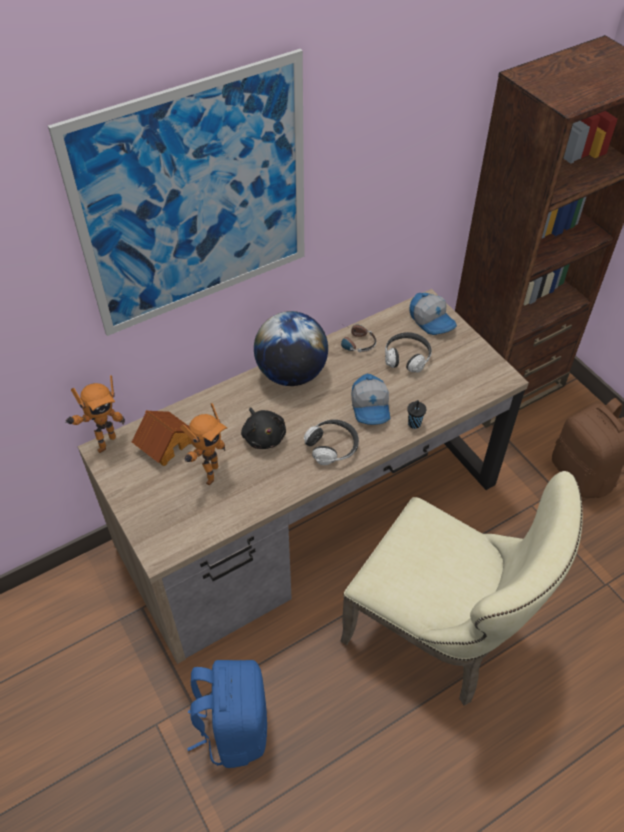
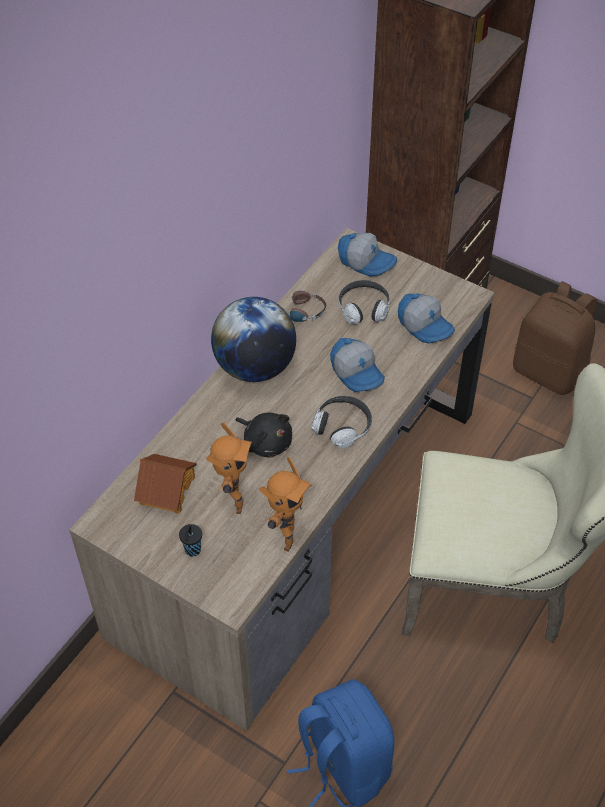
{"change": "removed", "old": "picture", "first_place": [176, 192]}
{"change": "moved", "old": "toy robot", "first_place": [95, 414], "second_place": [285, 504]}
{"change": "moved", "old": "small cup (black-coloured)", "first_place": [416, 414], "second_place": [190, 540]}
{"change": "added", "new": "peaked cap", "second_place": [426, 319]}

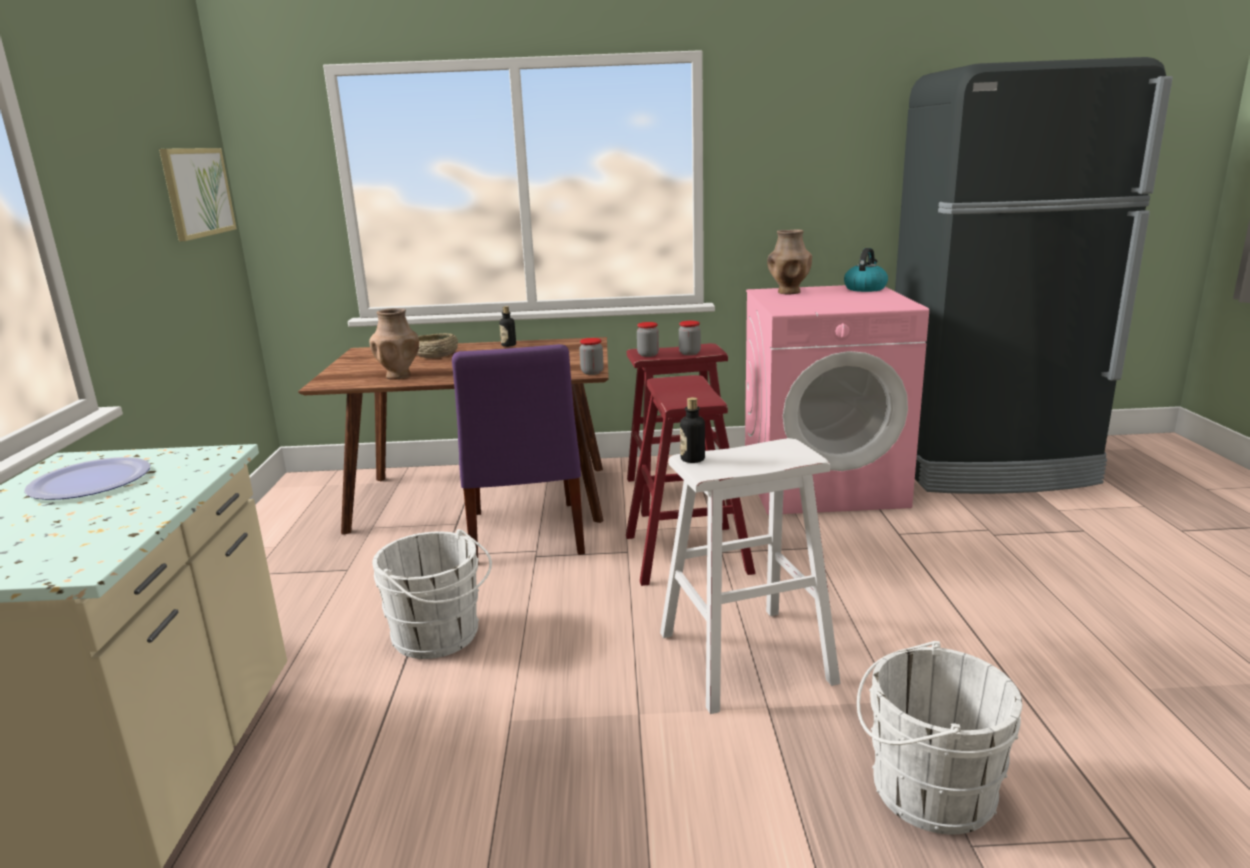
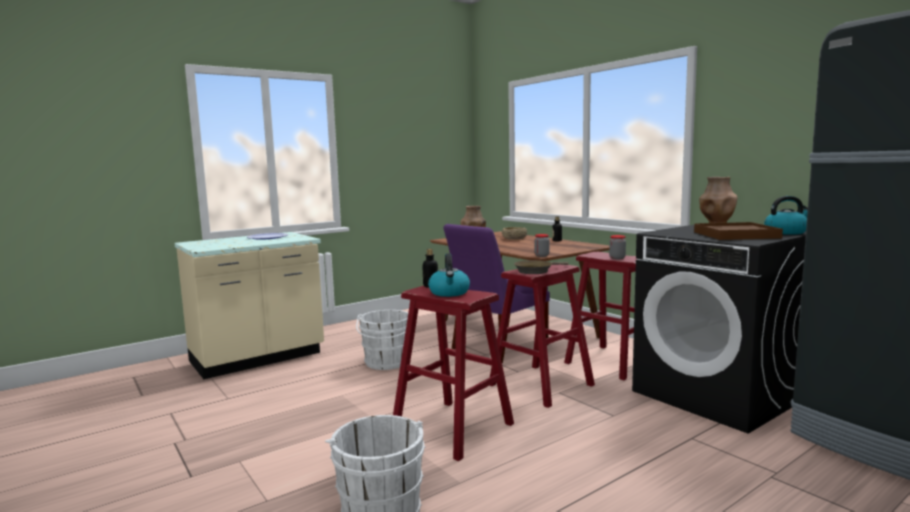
{"change": "removed", "old": "picture", "first_place": [198, 194]}
{"change": "recoloured", "old": "laundry machine (pink)", "new": "laundry machine (black-coloured)", "first_place": [837, 400], "second_place": [719, 329]}
{"change": "removed", "old": "jar", "first_place": [648, 339]}
{"change": "recoloured", "old": "stool (white-coloured)", "new": "stool (reddish)", "first_place": [750, 576], "second_place": [453, 373]}
{"change": "added", "new": "serving tray (brownish)", "second_place": [738, 231]}
{"change": "added", "new": "water kettle", "second_place": [449, 275]}
{"change": "added", "new": "frying pan (brownish)", "second_place": [541, 267]}

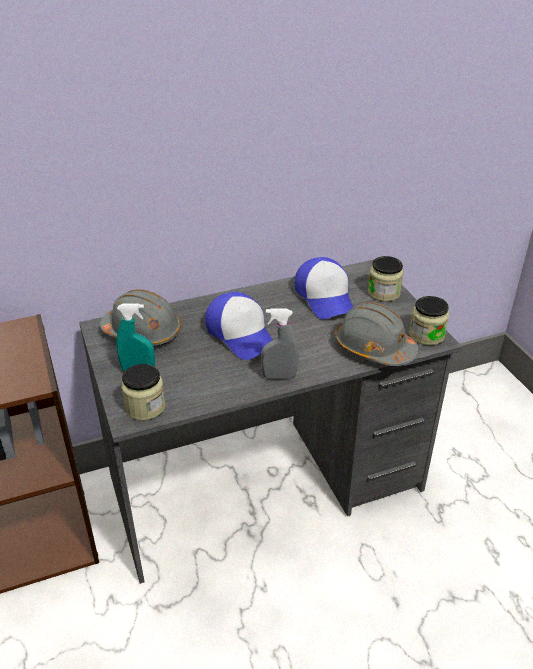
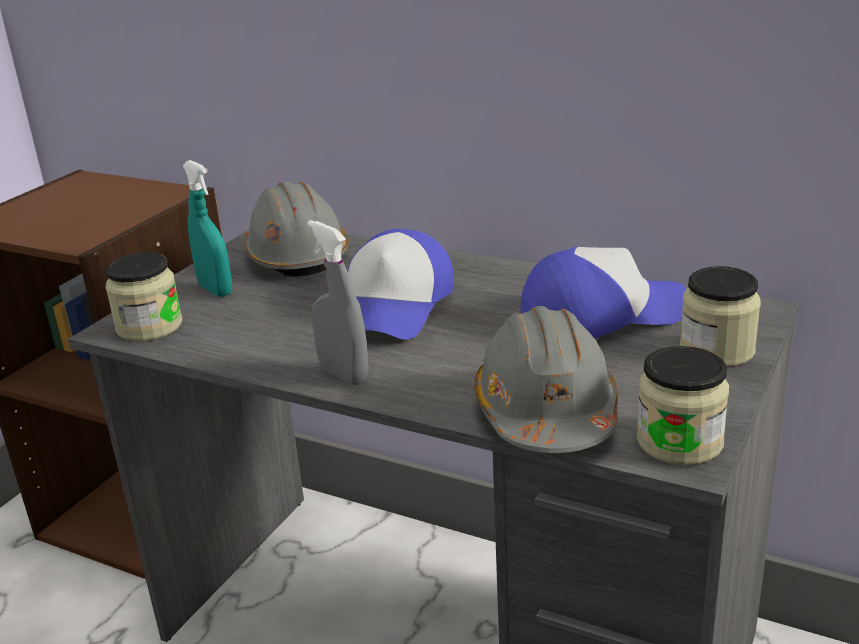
{"change": "turned", "old": "peaked cap", "first_place": [324, 288], "second_place": [603, 293], "degrees": -135}

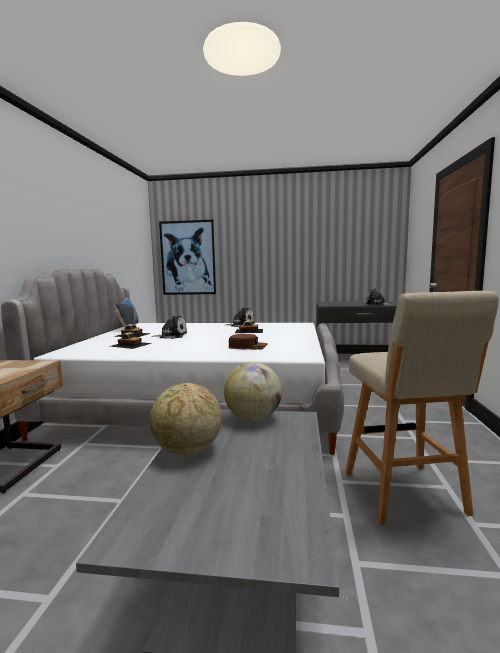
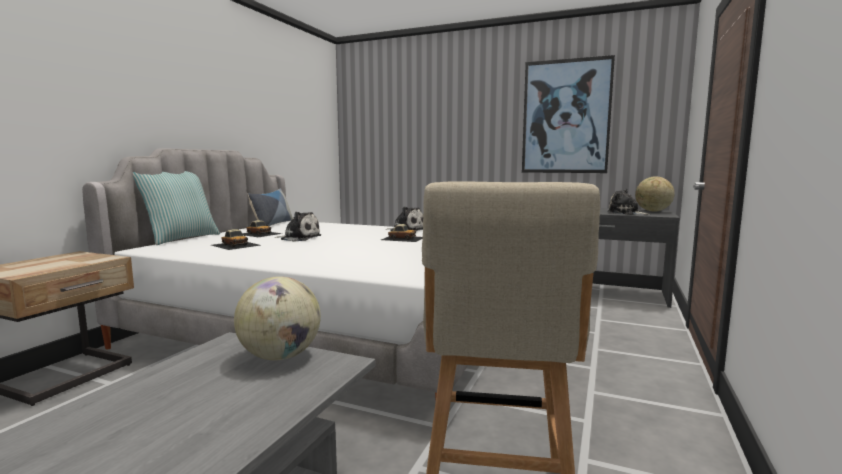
{"change": "moved", "old": "picture", "first_place": [187, 257], "second_place": [568, 114]}
{"change": "removed", "old": "peaked cap (brownish)", "first_place": [248, 342]}
{"change": "moved", "old": "globe", "first_place": [186, 419], "second_place": [655, 194]}
{"change": "added", "new": "throw pillow", "second_place": [176, 208]}

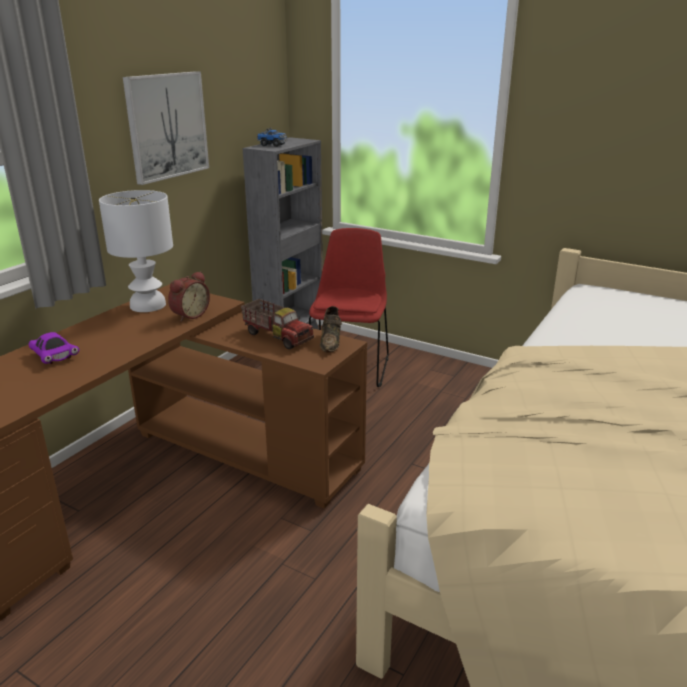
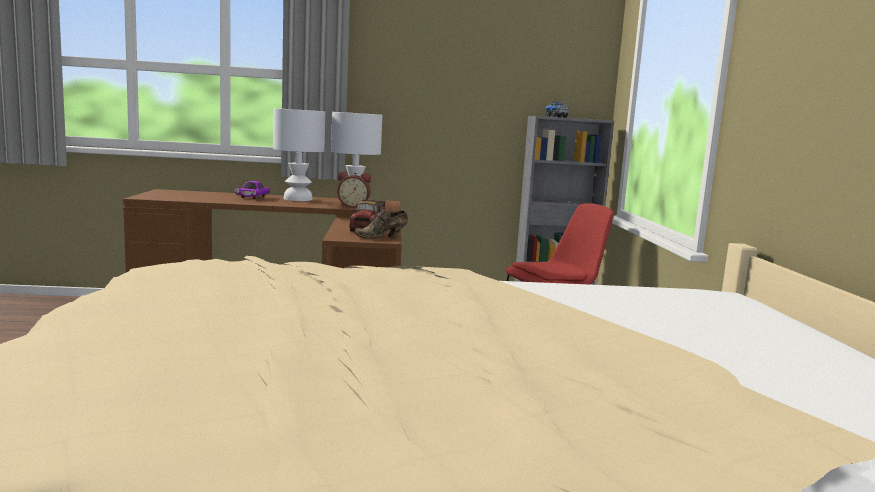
{"change": "removed", "old": "picture", "first_place": [166, 128]}
{"change": "added", "new": "table lamp (white-coloured)", "second_place": [299, 154]}

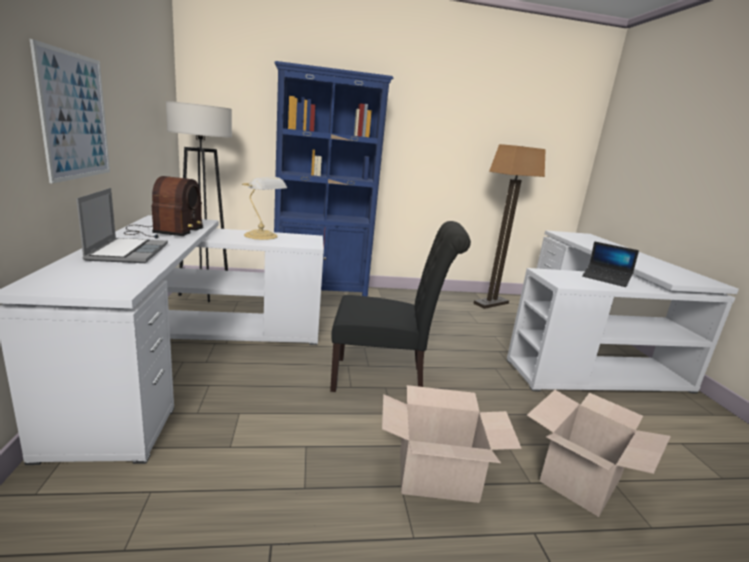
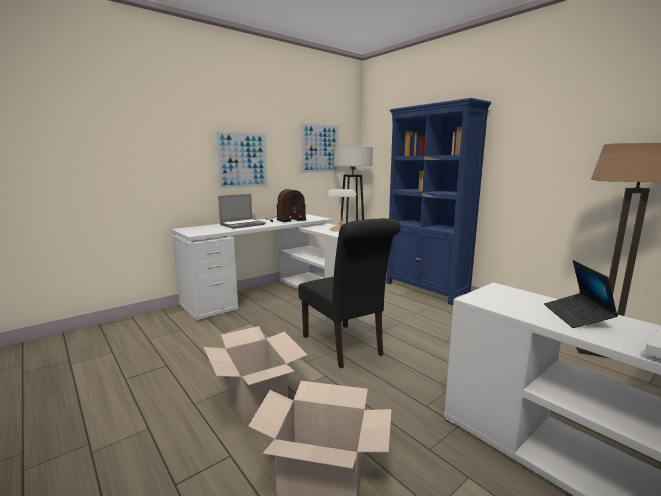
{"change": "added", "new": "picture", "second_place": [319, 148]}

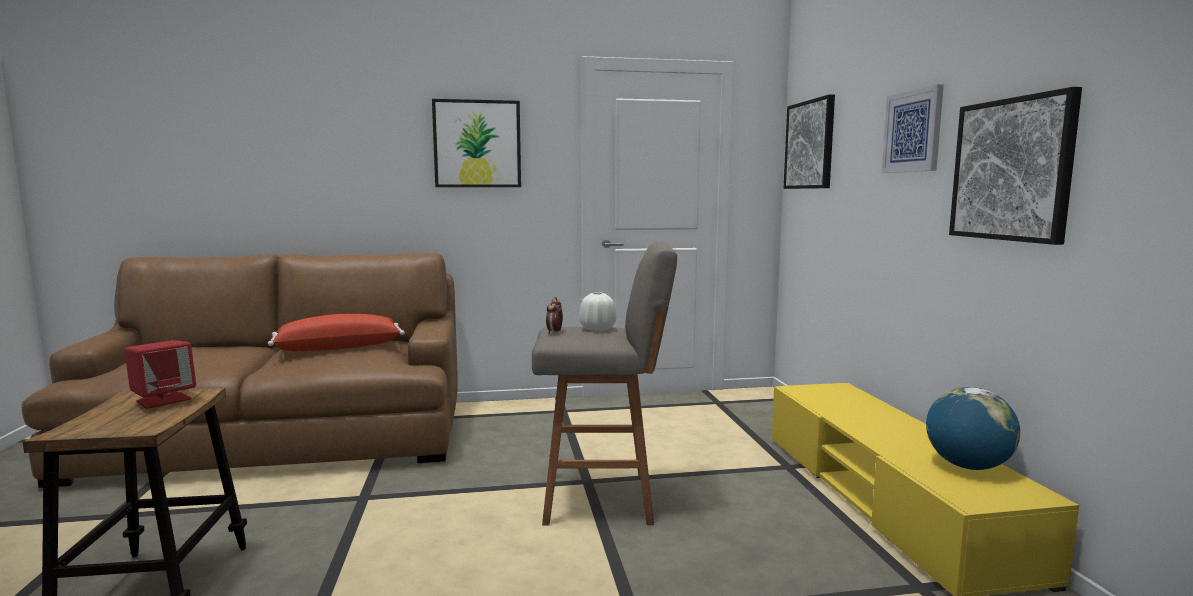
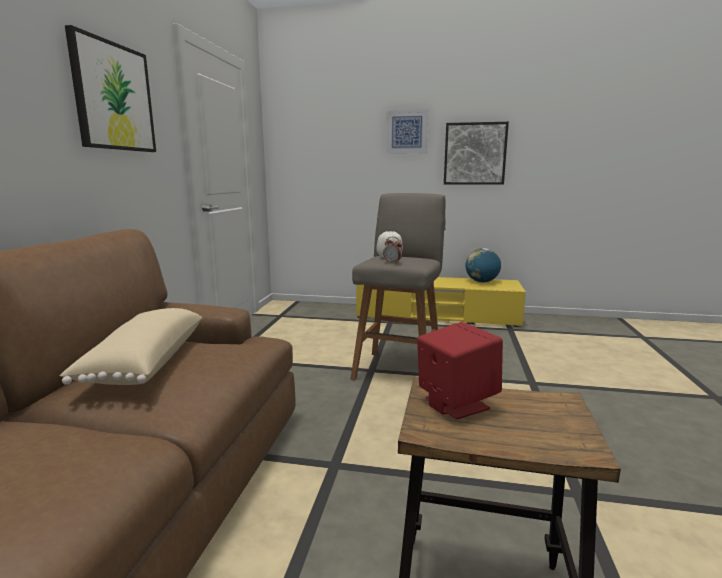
{"change": "removed", "old": "picture", "first_place": [809, 141]}
{"change": "recoloured", "old": "throw pillow (reddish)", "new": "throw pillow (beige-coloured)", "first_place": [336, 332], "second_place": [130, 346]}

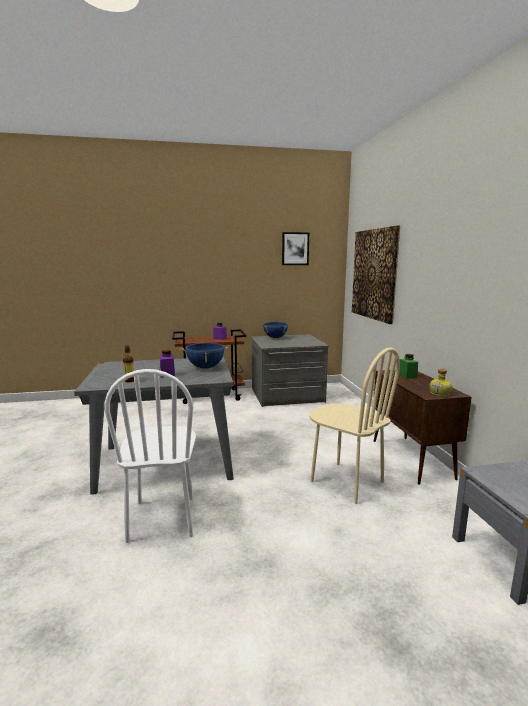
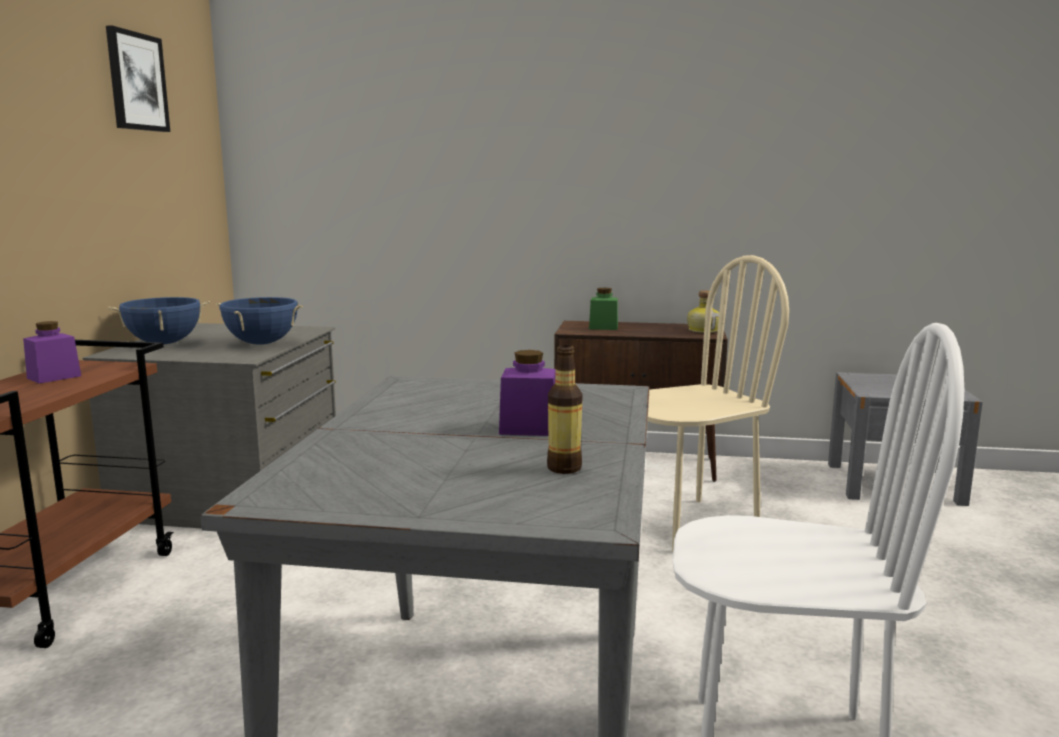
{"change": "removed", "old": "picture", "first_place": [376, 274]}
{"change": "moved", "old": "stockpot (blue)", "first_place": [205, 356], "second_place": [259, 321]}

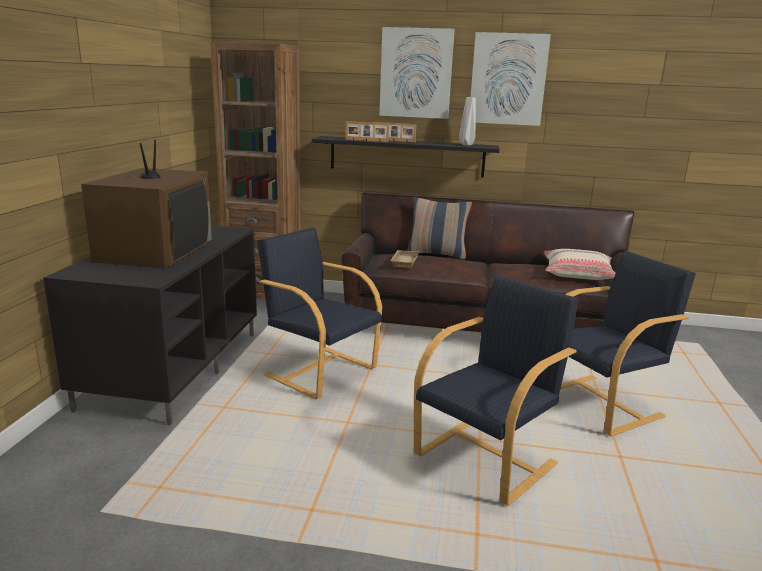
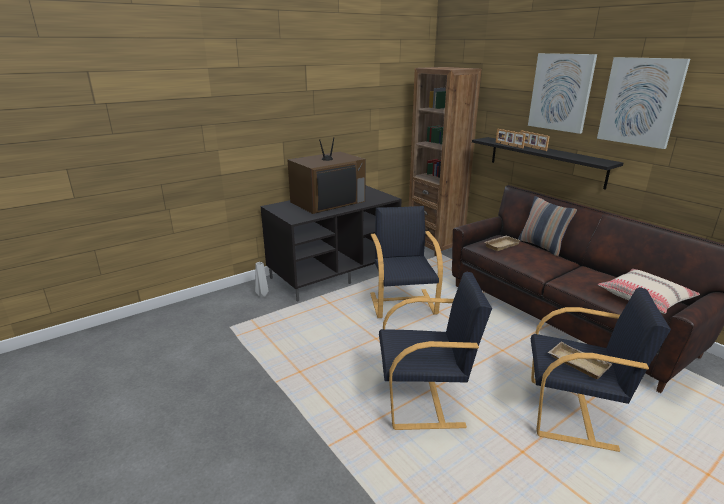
{"change": "moved", "old": "vase (grey)", "first_place": [467, 121], "second_place": [262, 279]}
{"change": "added", "new": "serving tray (beige-coloured)", "second_place": [580, 360]}

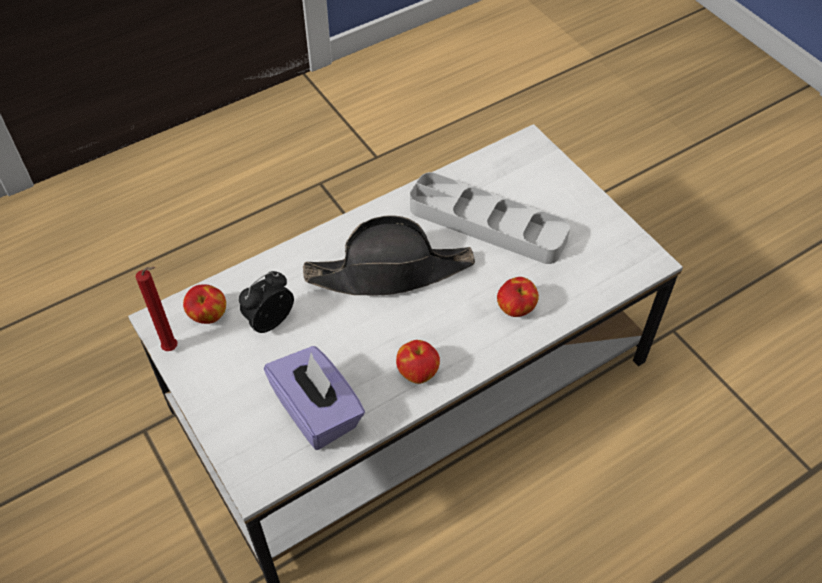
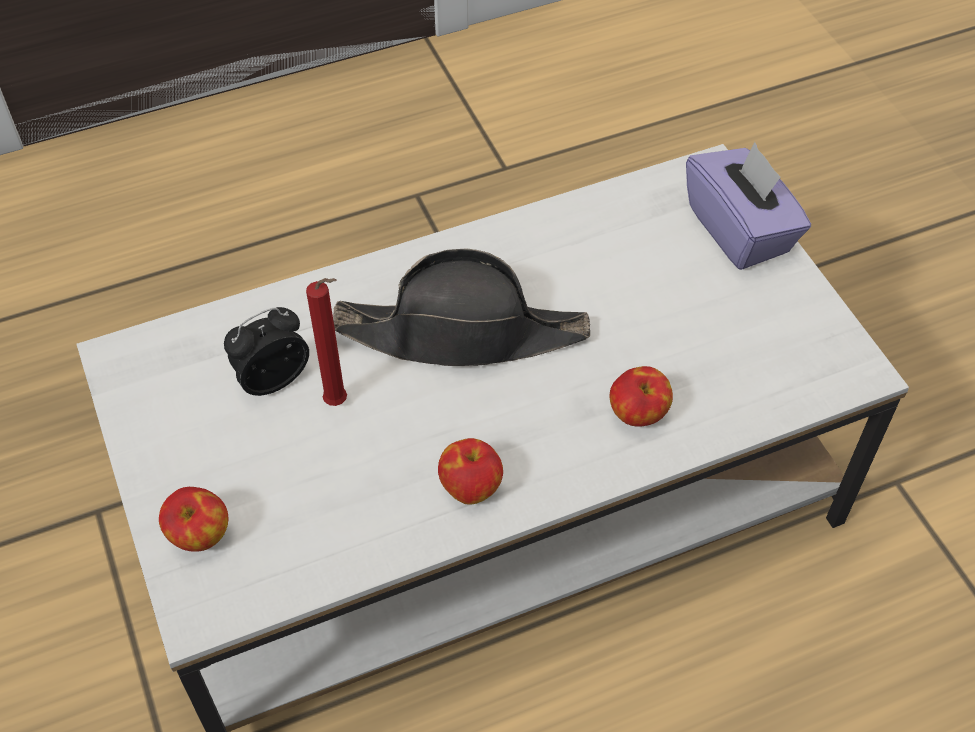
{"change": "removed", "old": "serving tray (grey)", "first_place": [490, 218]}
{"change": "moved", "old": "candle (reddish)", "first_place": [157, 309], "second_place": [326, 342]}
{"change": "moved", "old": "apple", "first_place": [204, 304], "second_place": [193, 519]}
{"change": "moved", "old": "box of tissues (purple-coloured)", "first_place": [314, 398], "second_place": [748, 206]}

